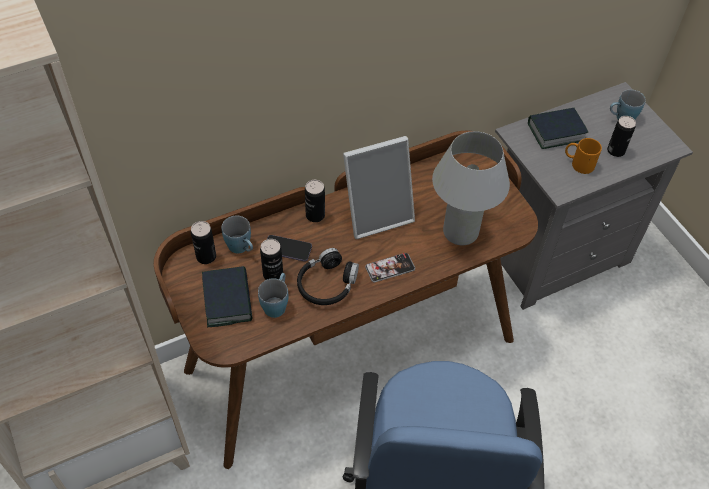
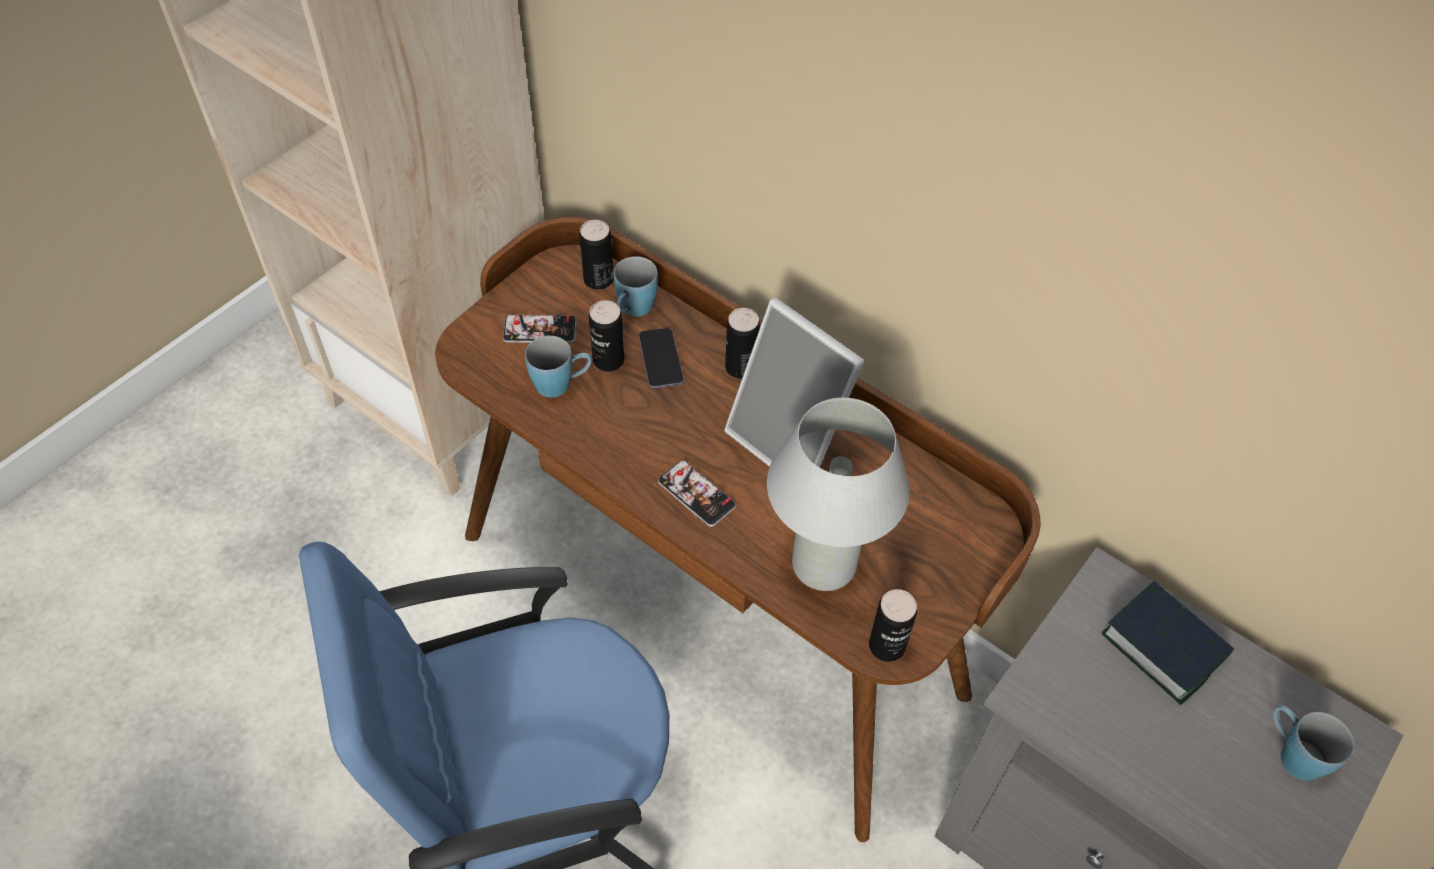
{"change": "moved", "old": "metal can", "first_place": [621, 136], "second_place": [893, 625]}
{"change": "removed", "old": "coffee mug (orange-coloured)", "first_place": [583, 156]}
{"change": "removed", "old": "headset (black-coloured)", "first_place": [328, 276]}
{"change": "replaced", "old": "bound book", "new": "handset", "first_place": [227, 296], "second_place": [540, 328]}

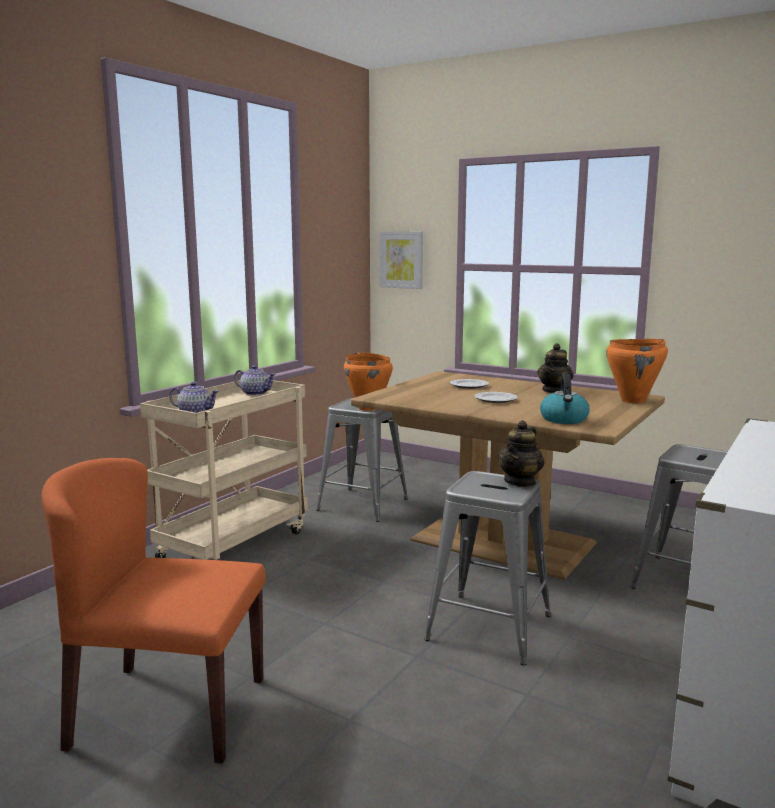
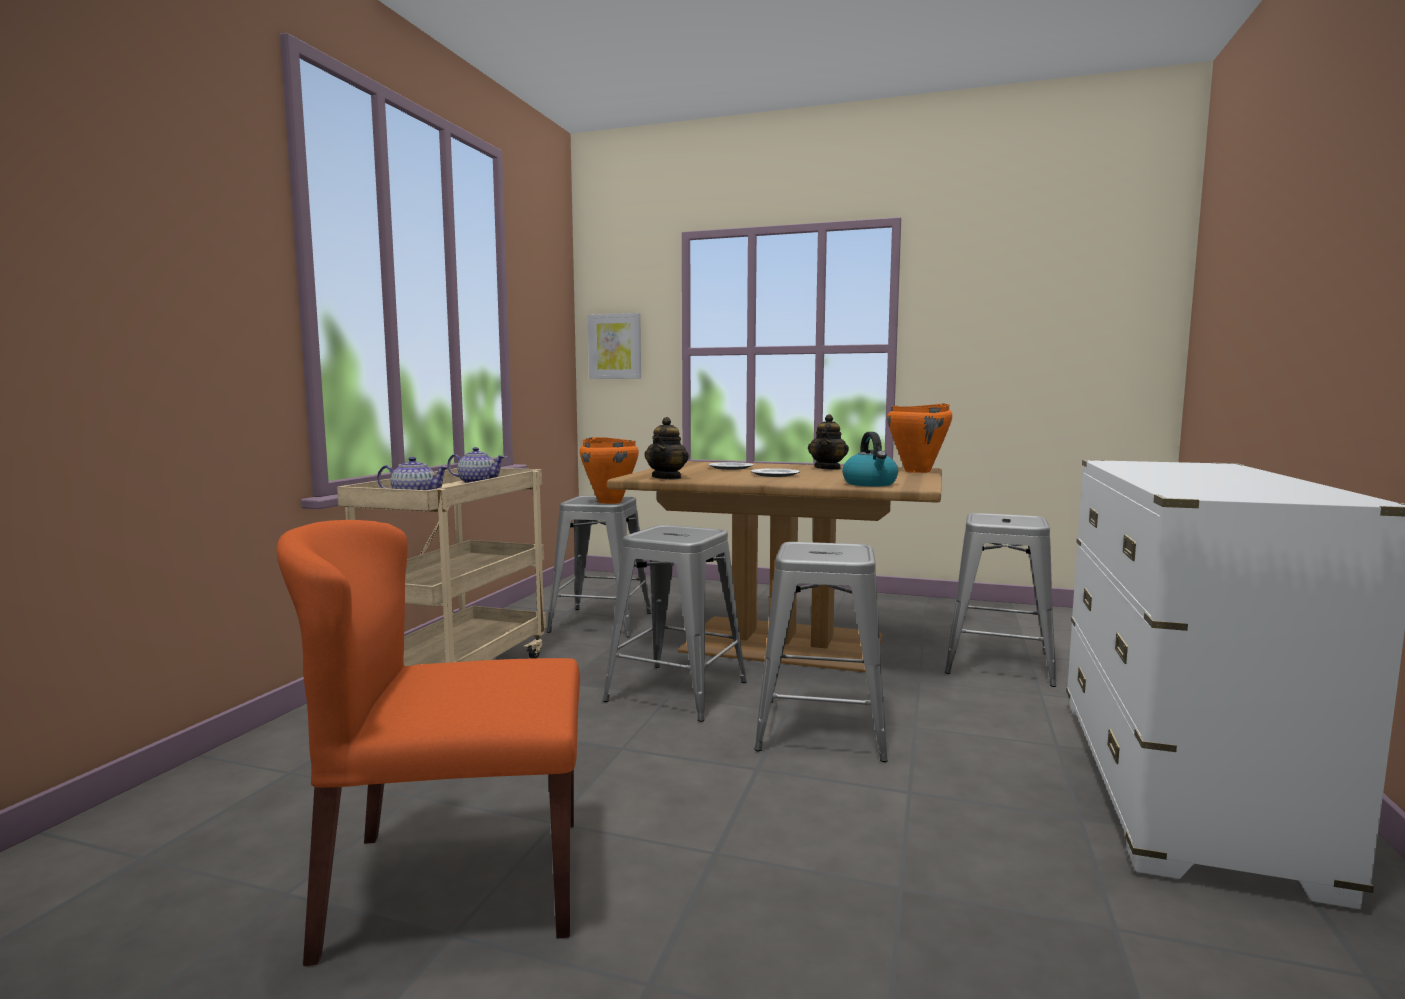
{"change": "moved", "old": "teapot", "first_place": [521, 453], "second_place": [667, 448]}
{"change": "added", "new": "stool (grey)", "second_place": [675, 623]}

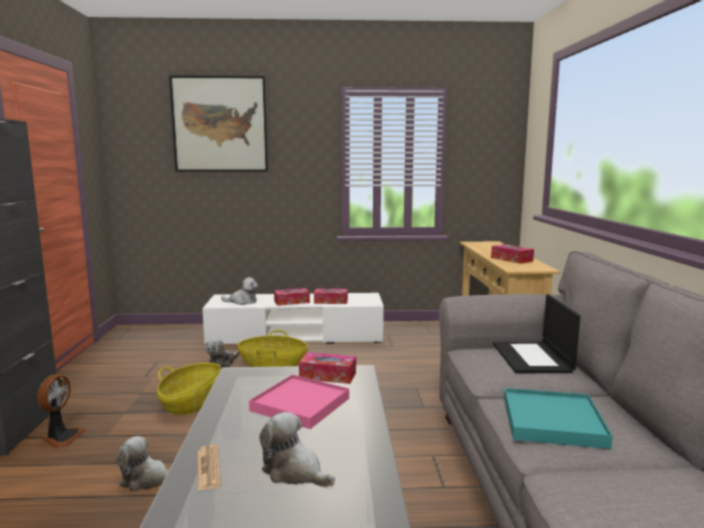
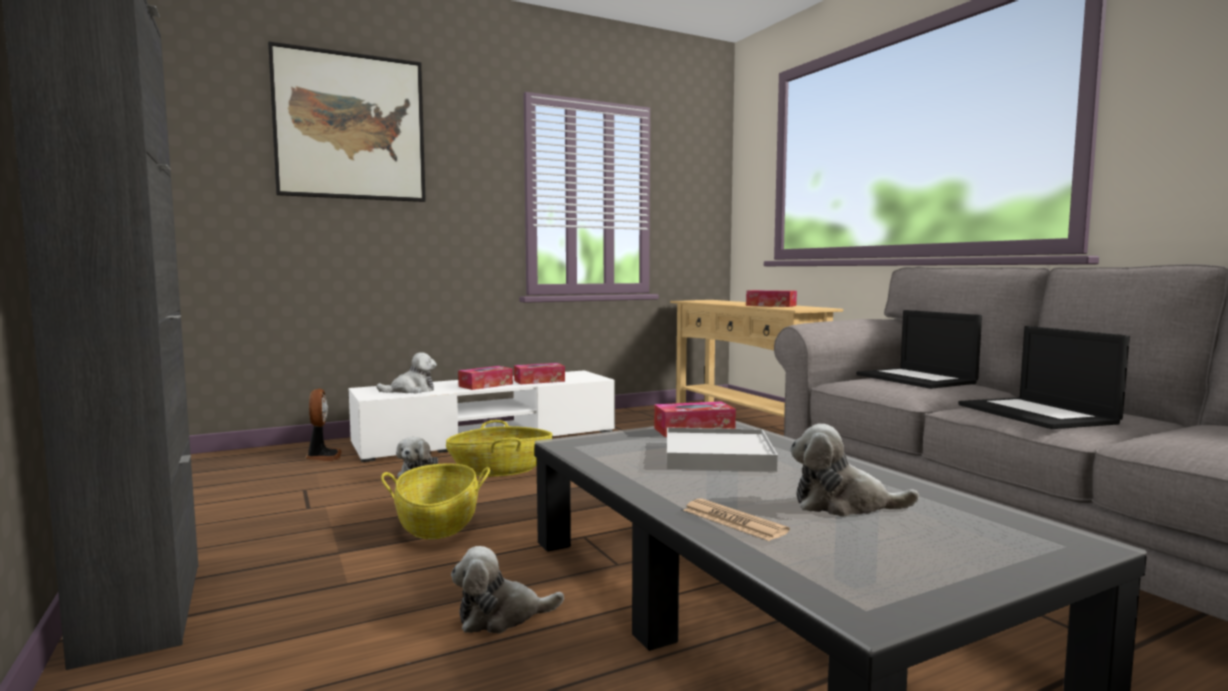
{"change": "moved", "old": "cooling fan", "first_place": [61, 411], "second_place": [323, 425]}
{"change": "recoloured", "old": "serving tray (pink)", "new": "serving tray (white-coloured)", "first_place": [299, 402], "second_place": [722, 450]}
{"change": "replaced", "old": "serving tray (blue-green)", "new": "notebook computer", "first_place": [558, 418], "second_place": [1044, 377]}

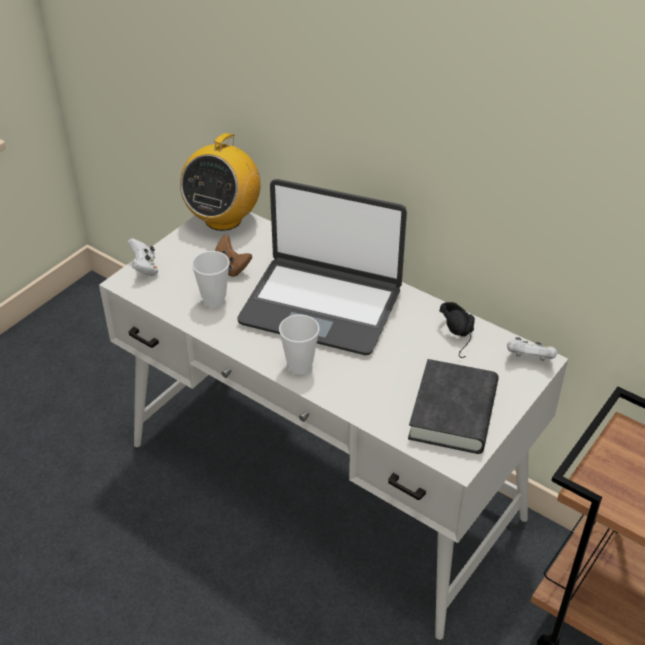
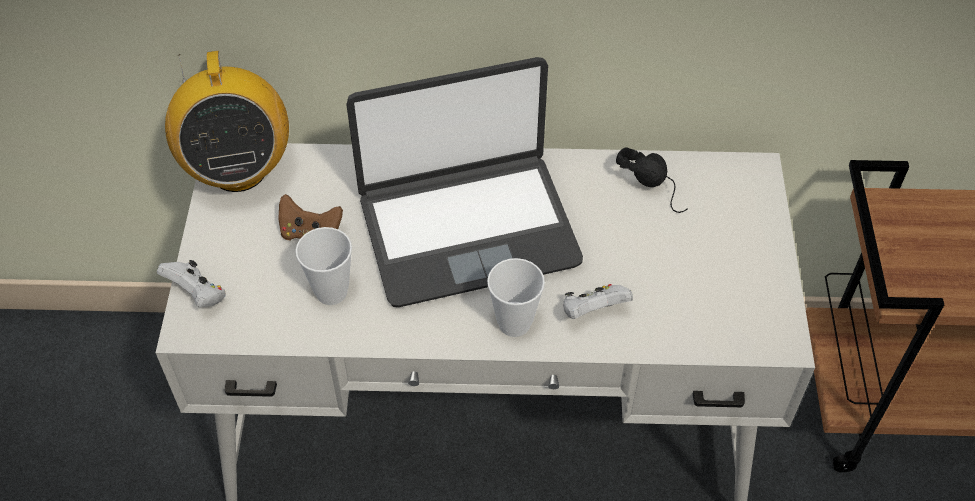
{"change": "moved", "old": "gamepad (white-coloured)", "first_place": [532, 349], "second_place": [598, 301]}
{"change": "removed", "old": "bound book (black-coloured)", "first_place": [453, 406]}

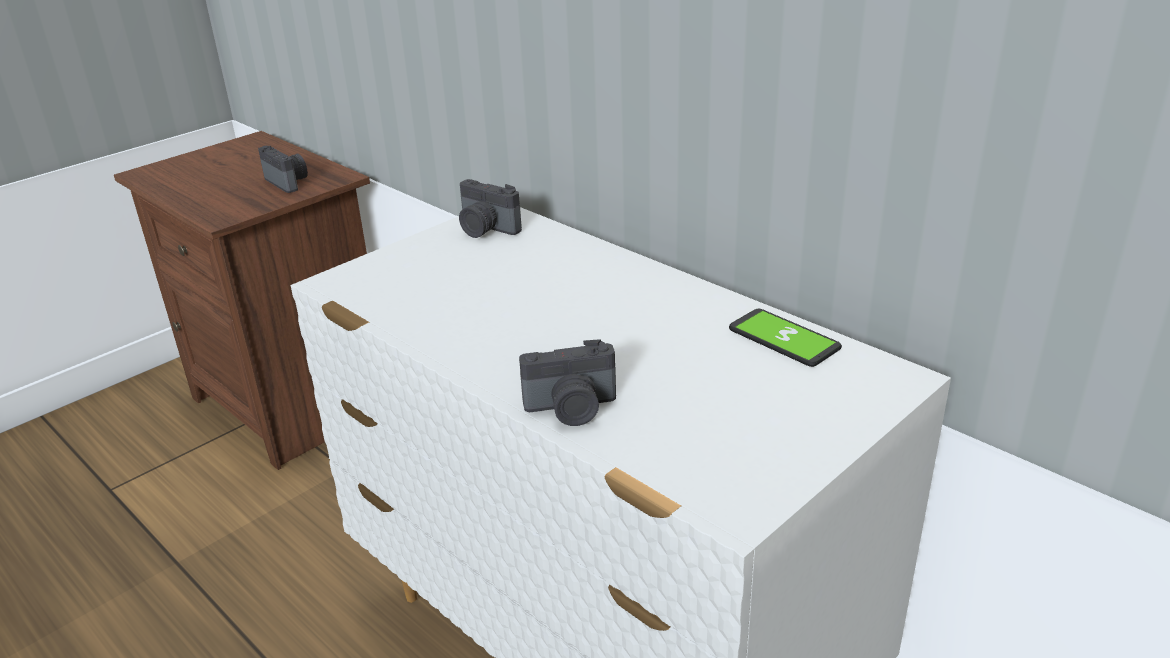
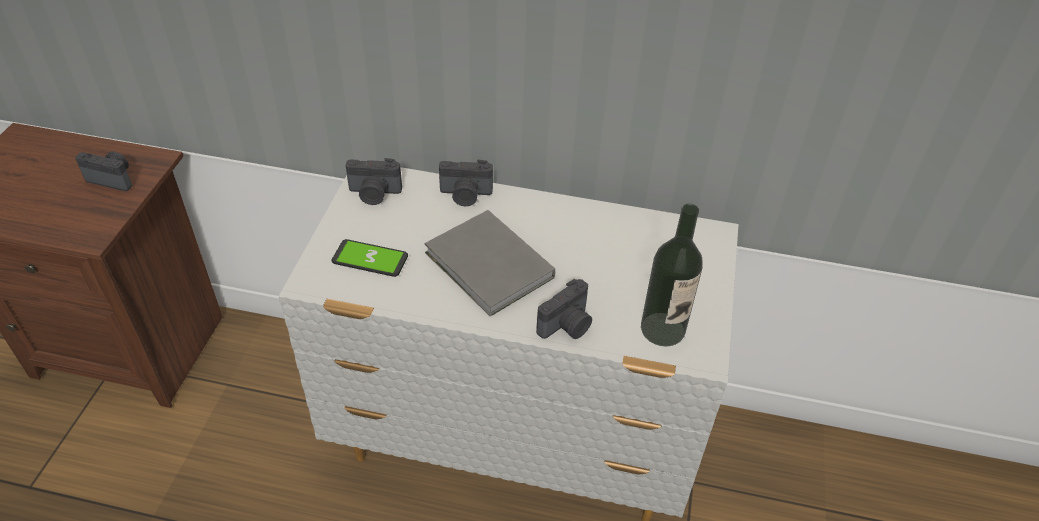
{"change": "moved", "old": "handset", "first_place": [785, 338], "second_place": [370, 258]}
{"change": "added", "new": "still camera", "second_place": [466, 182]}
{"change": "added", "new": "bottle", "second_place": [672, 275]}
{"change": "added", "new": "bound book (grey)", "second_place": [489, 263]}

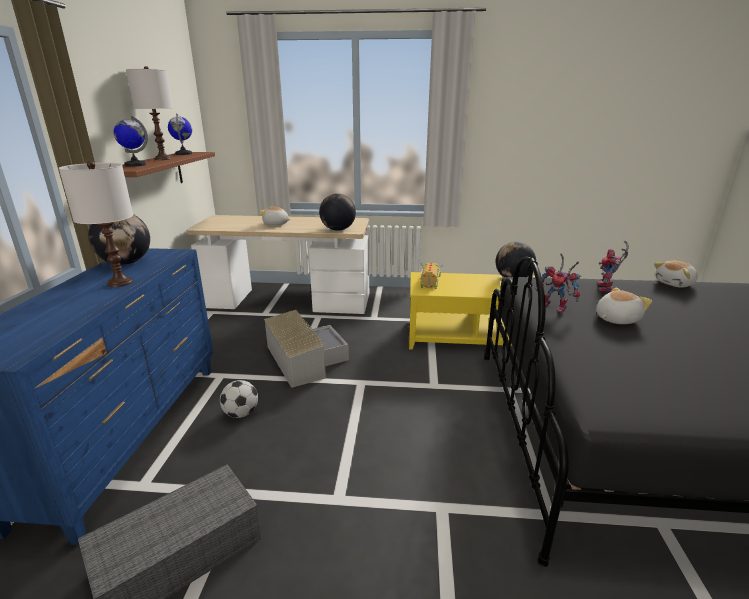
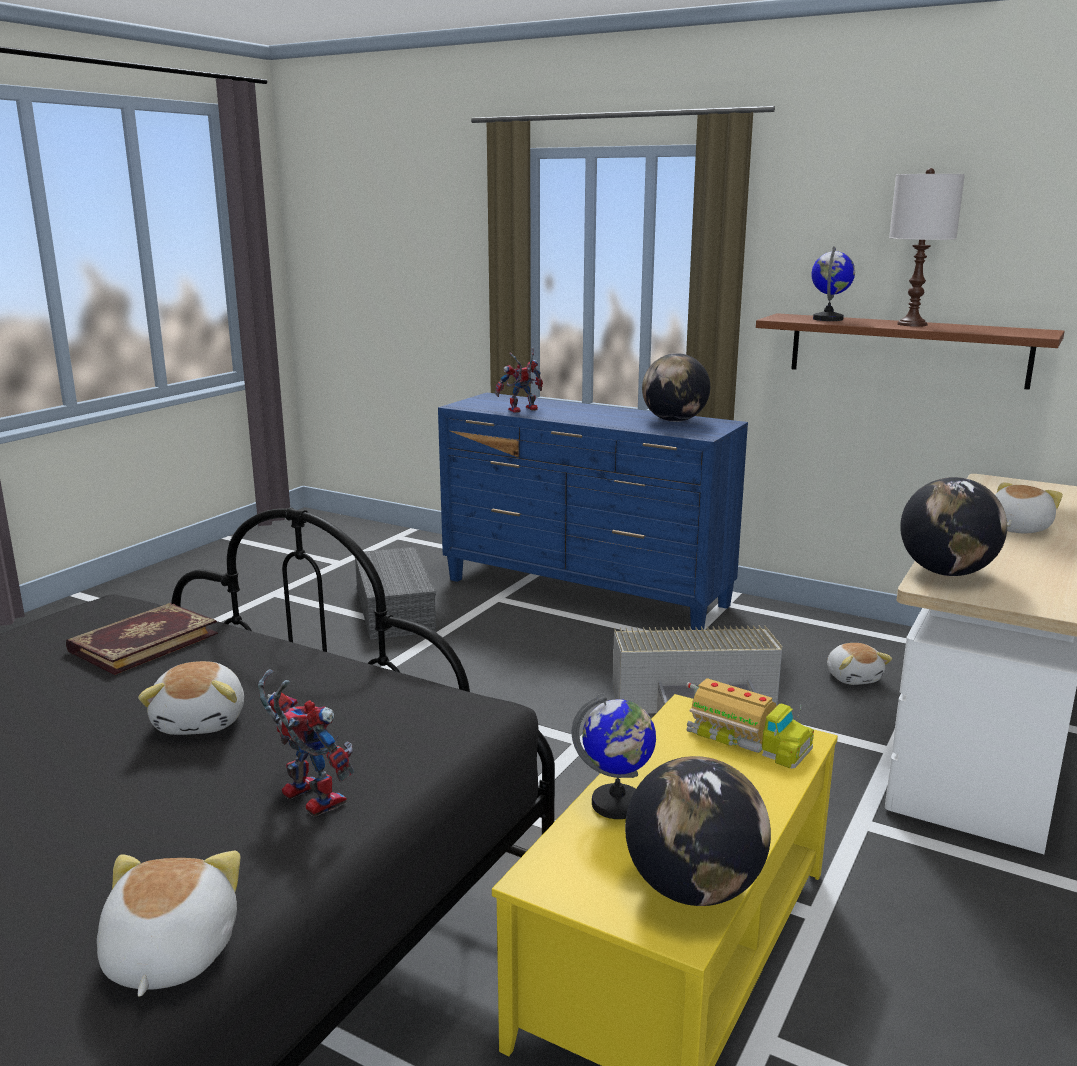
{"change": "moved", "old": "globe", "first_place": [180, 134], "second_place": [614, 756]}
{"change": "removed", "old": "table lamp (white-coloured)", "first_place": [96, 224]}
{"change": "moved", "old": "toy robot", "first_place": [558, 282], "second_place": [519, 380]}
{"change": "removed", "old": "football ball", "first_place": [239, 399]}
{"change": "added", "new": "bound book", "second_place": [142, 639]}
{"change": "added", "new": "cuddly toy", "second_place": [859, 664]}

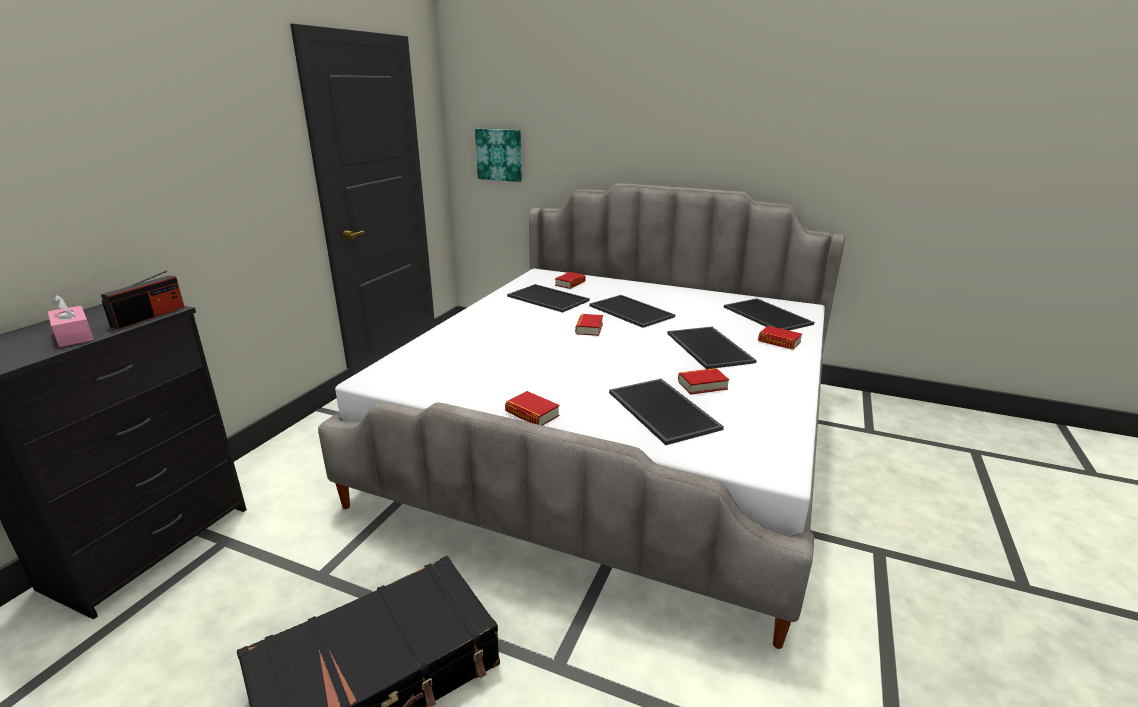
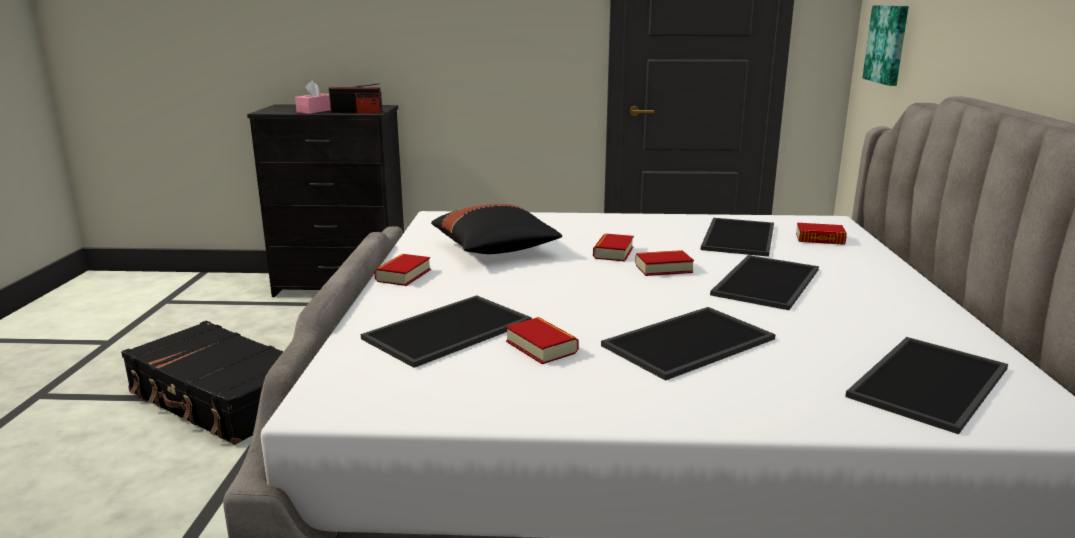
{"change": "moved", "old": "bound book", "first_place": [780, 338], "second_place": [613, 247]}
{"change": "added", "new": "throw pillow (black-coloured)", "second_place": [496, 229]}

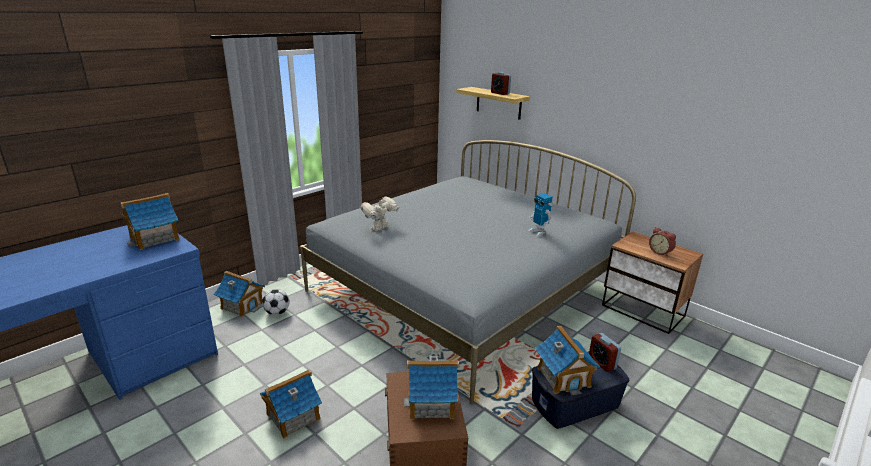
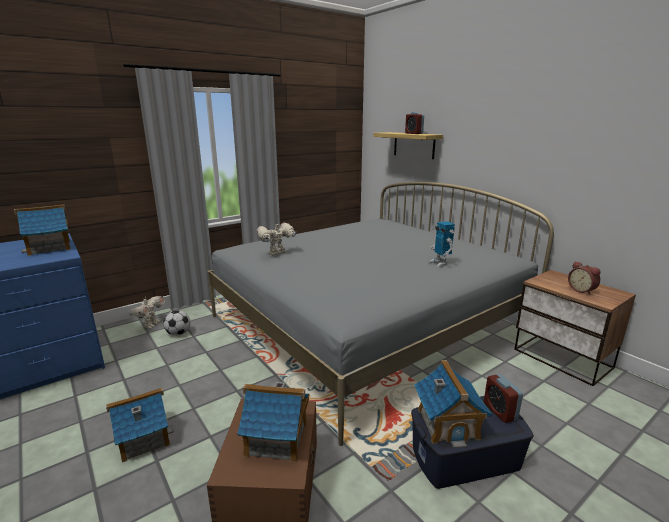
{"change": "replaced", "old": "model house", "new": "toy robot", "first_place": [239, 294], "second_place": [147, 312]}

